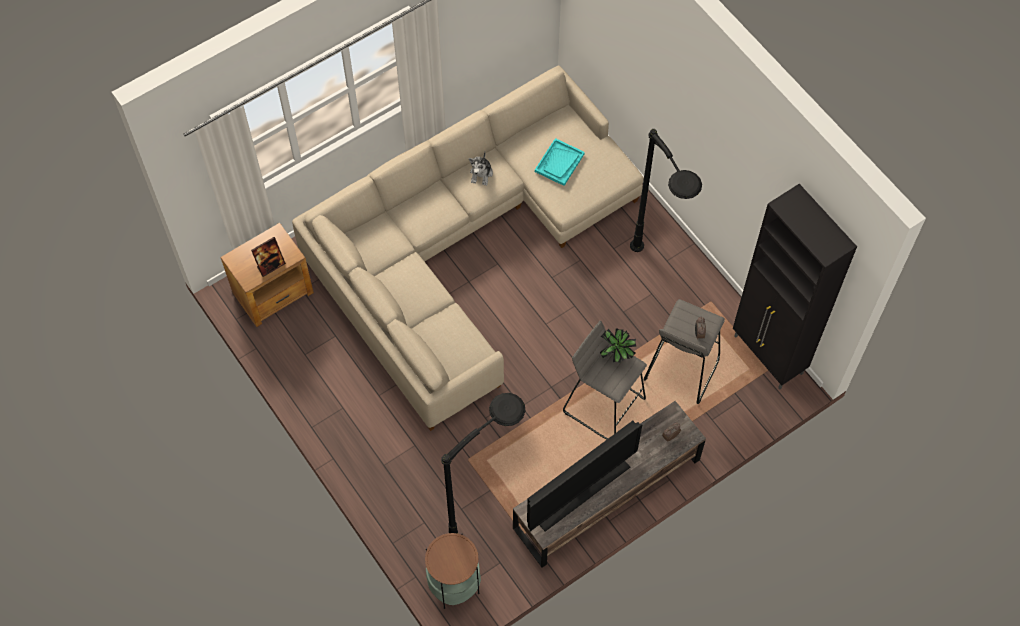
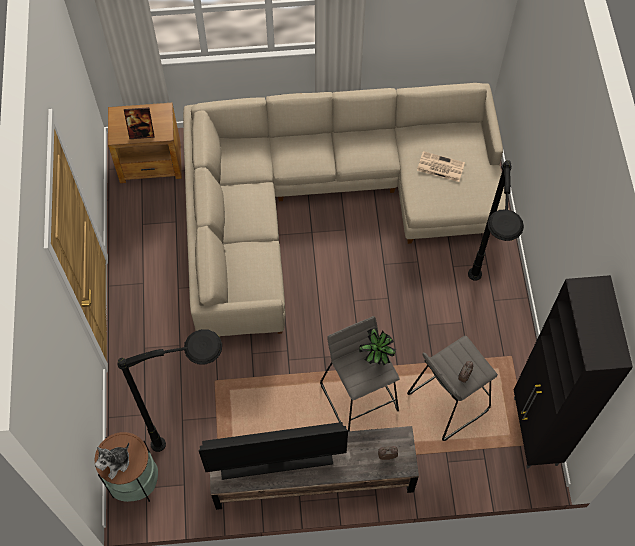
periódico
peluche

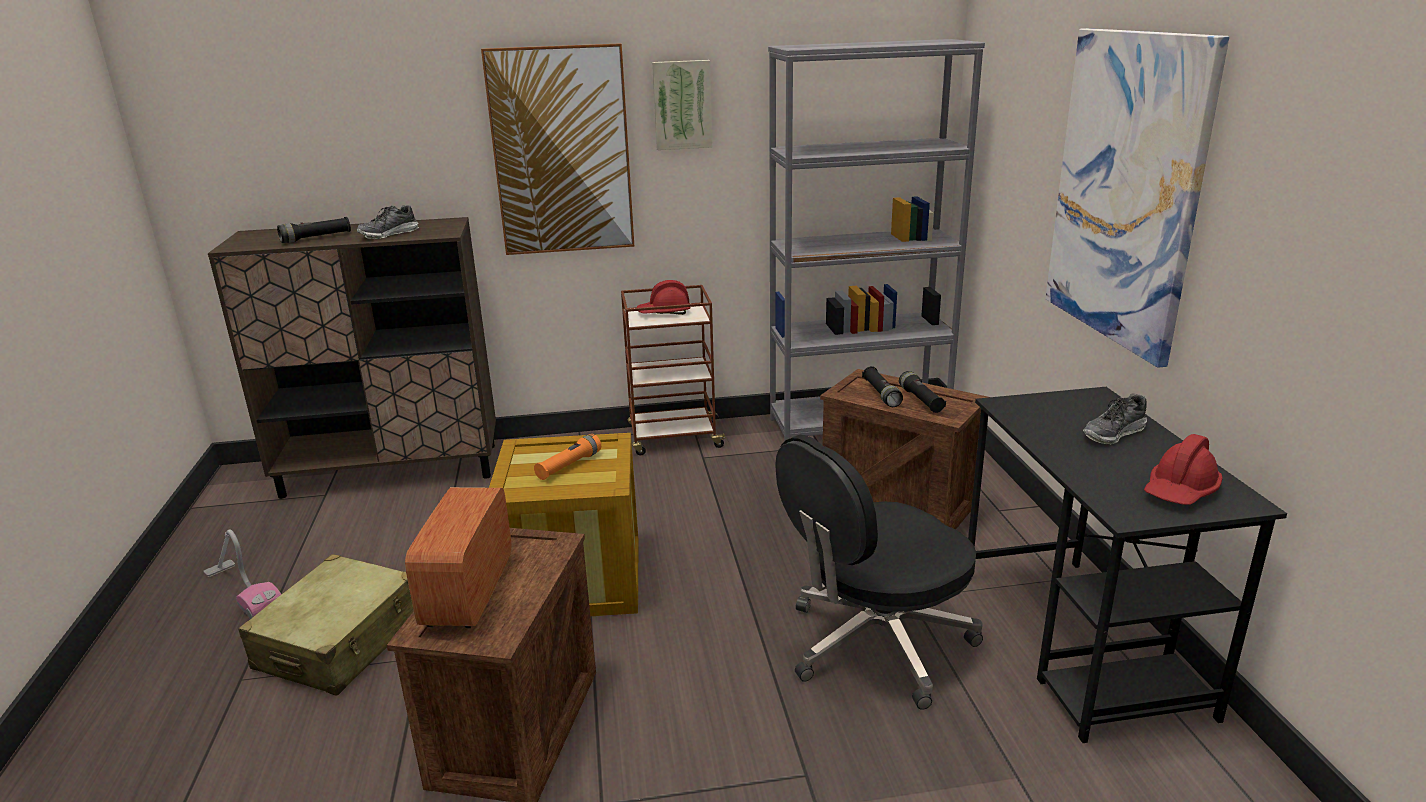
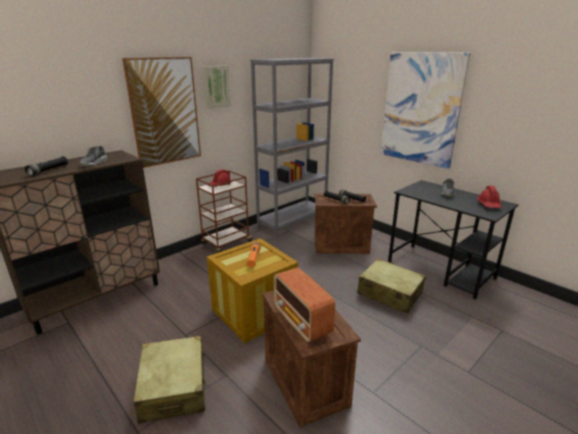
maleta [beis] (no. 2 from left)
aspiradora

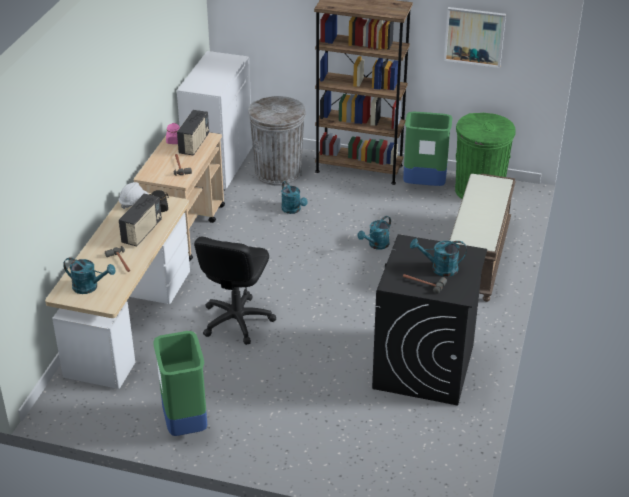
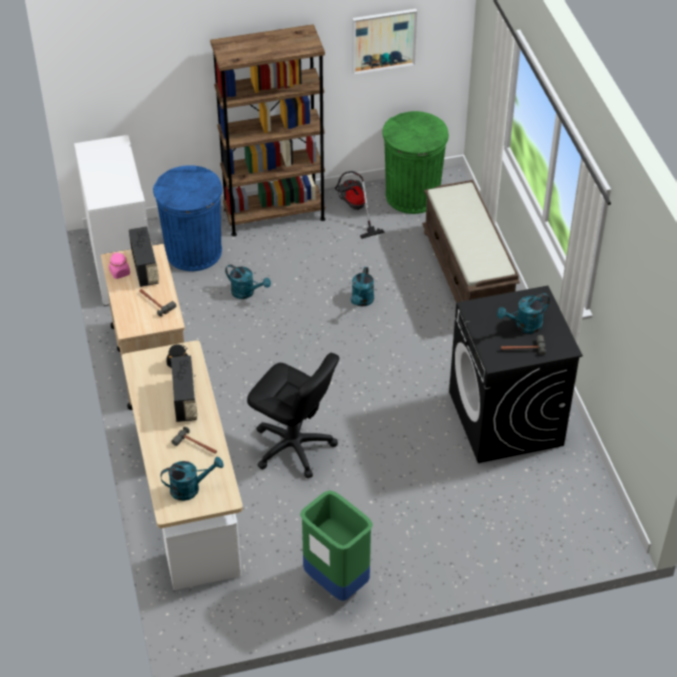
papelera [azul]
aspiradora
casco [blanco]
silla de oficina [negro]

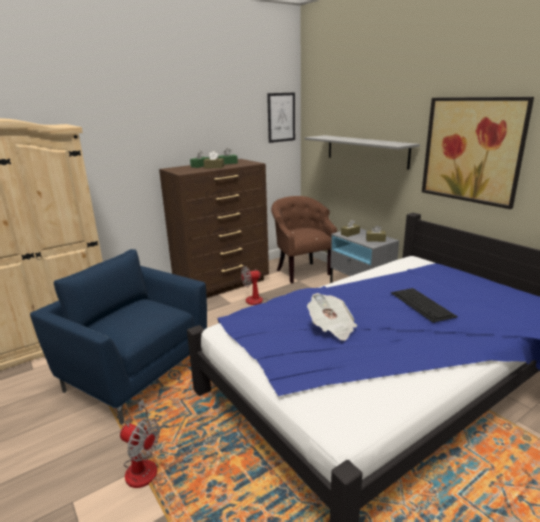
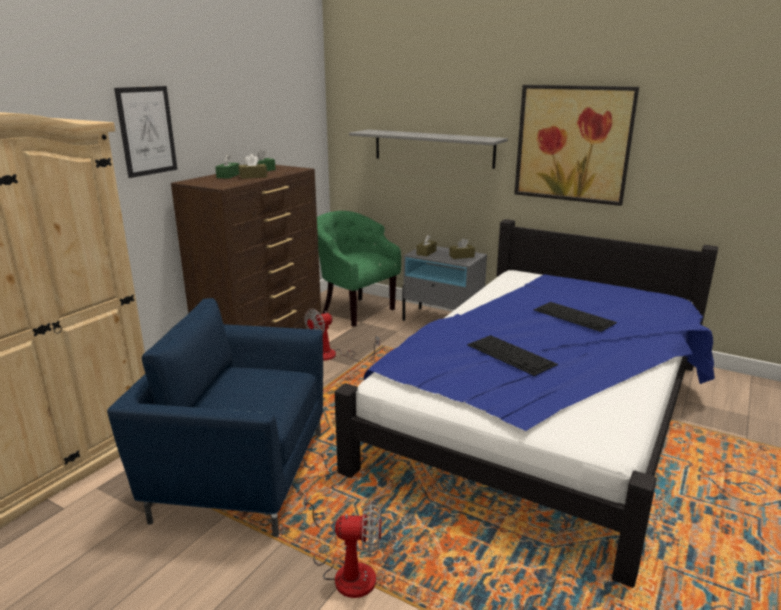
cuadro (no. 1 from left)
sillón [verde]
teclado (no. 1 from left)

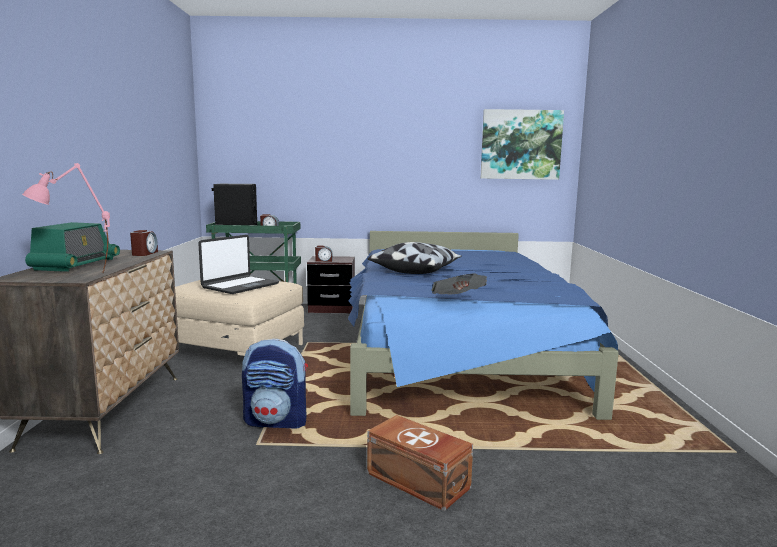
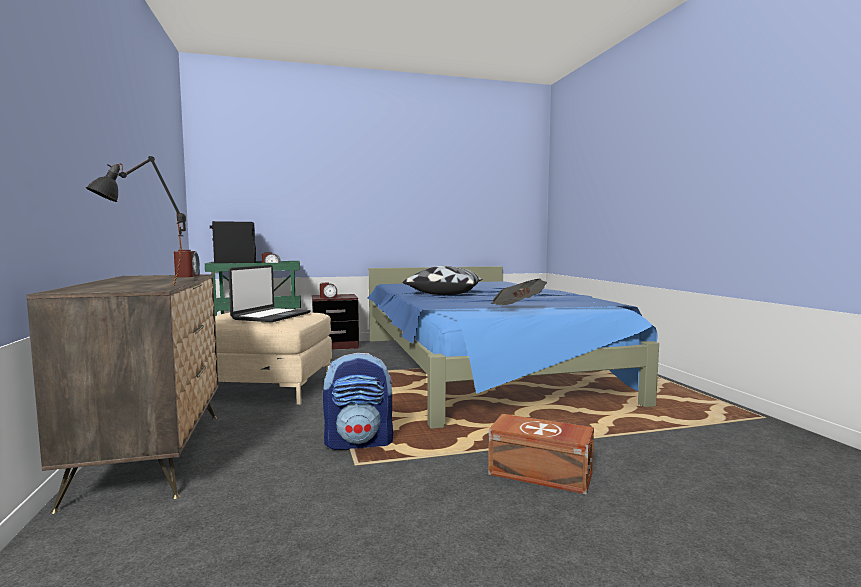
cuadro
lámpara de mesa [negro]
radio

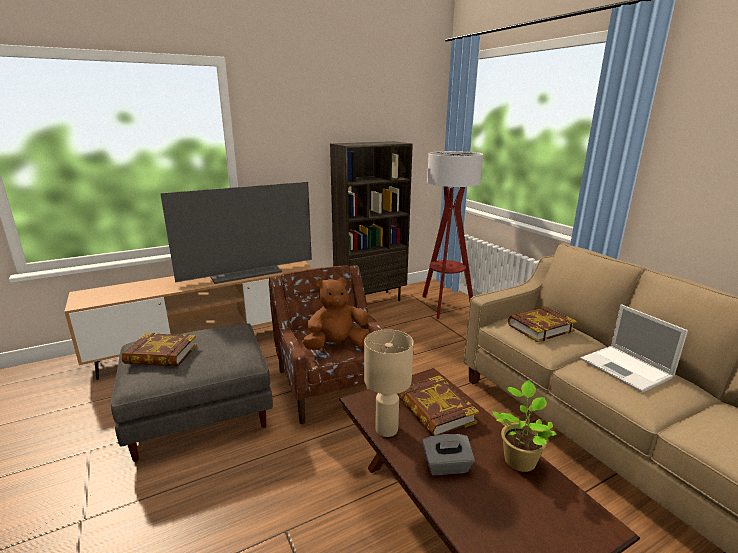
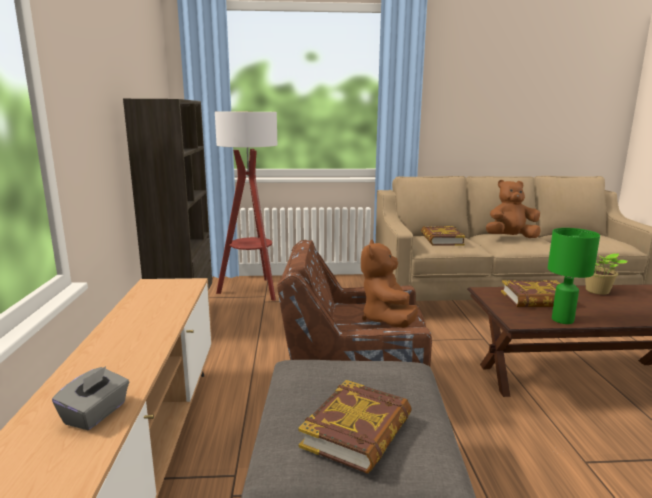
televisor
peluche [marrón] (no. 2 from left)
lámpara de mesa [verde]
caja de pañuelos [gris]

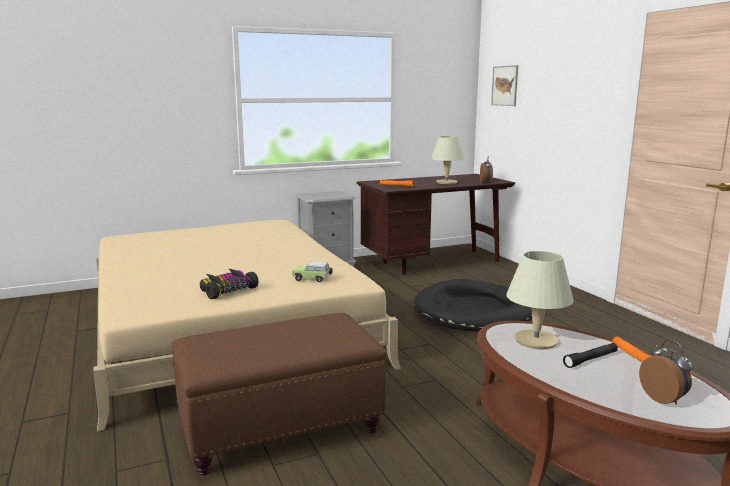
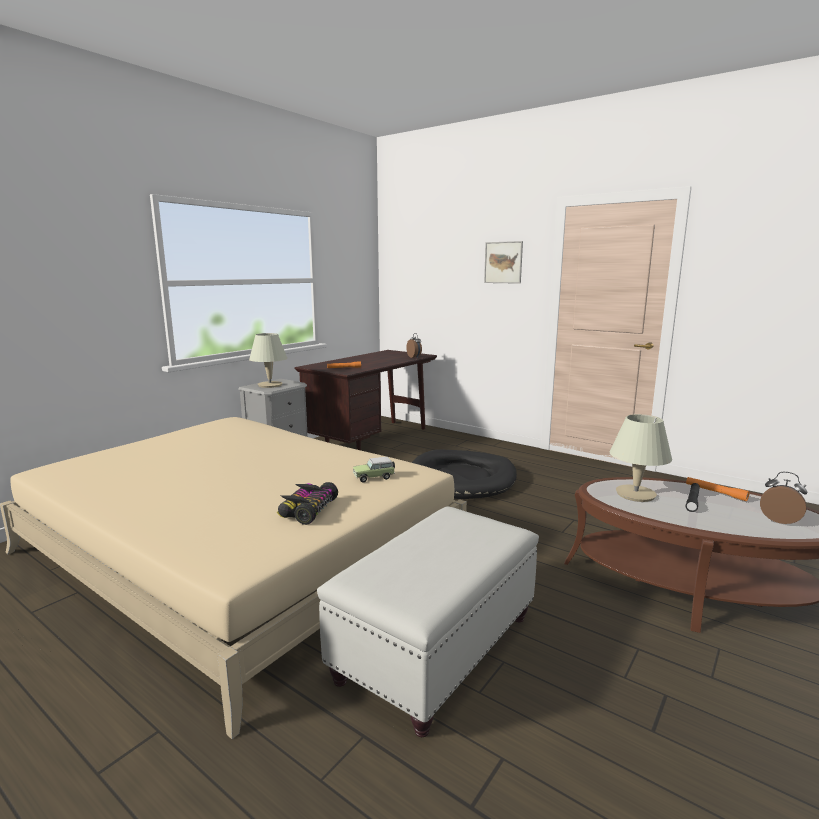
cuadro
lámpara de mesa [beis] (no. 1 from left)
puf [blanco]

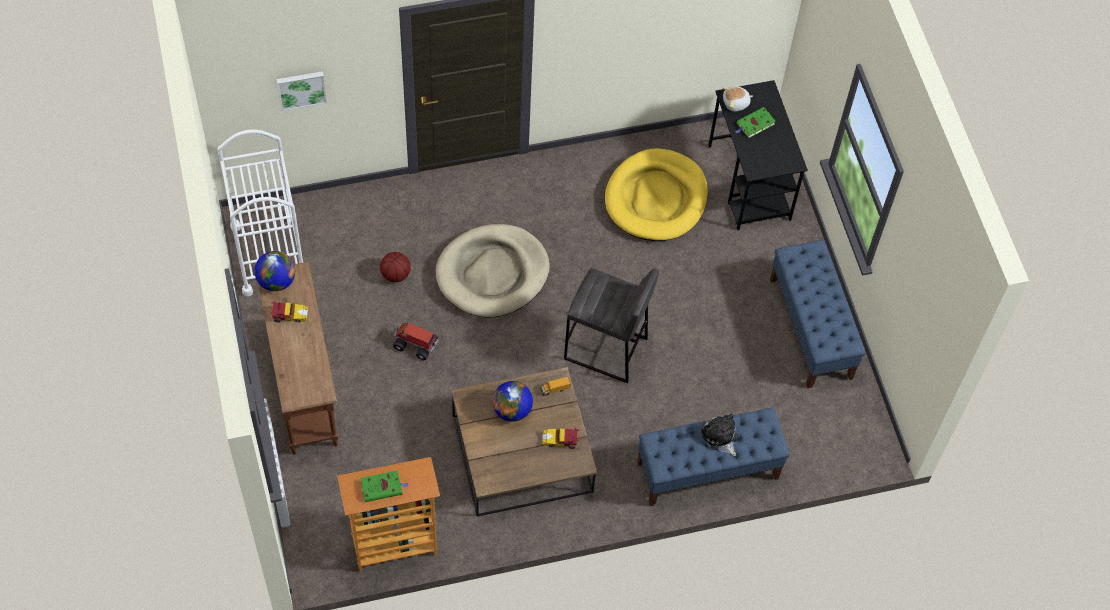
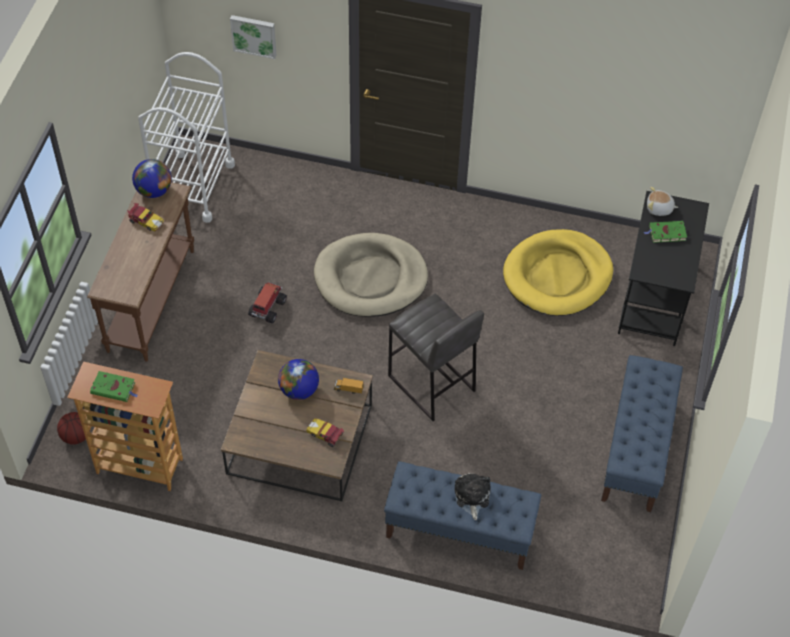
balón de baloncesto
camión de juguete (no. 1 from left)

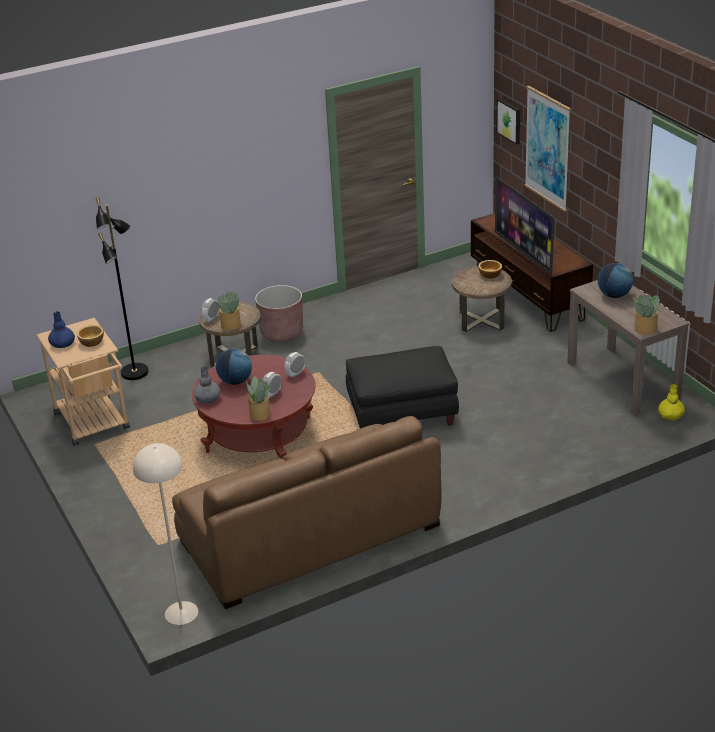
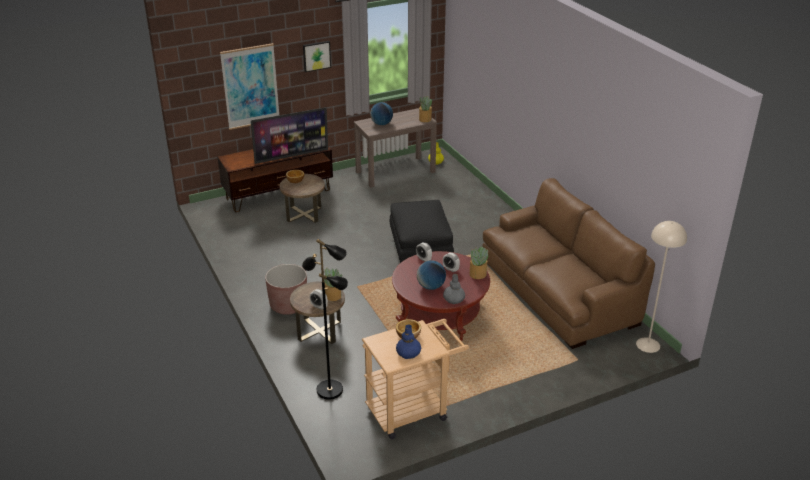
cuadro (no. 2 from left)

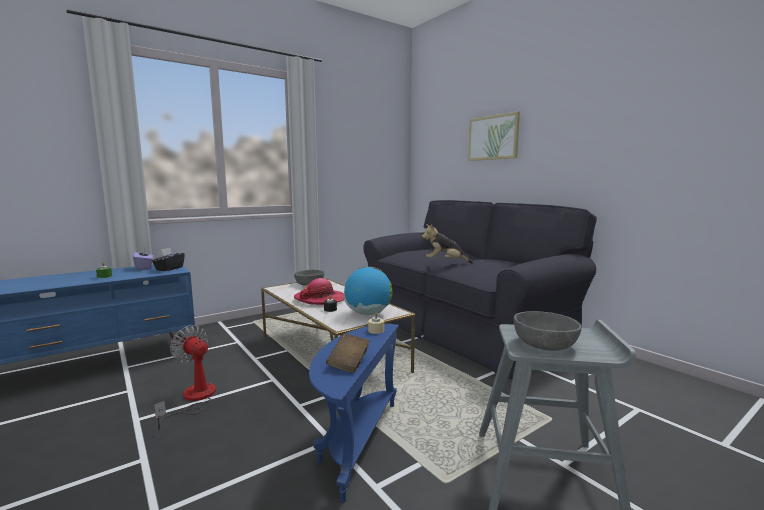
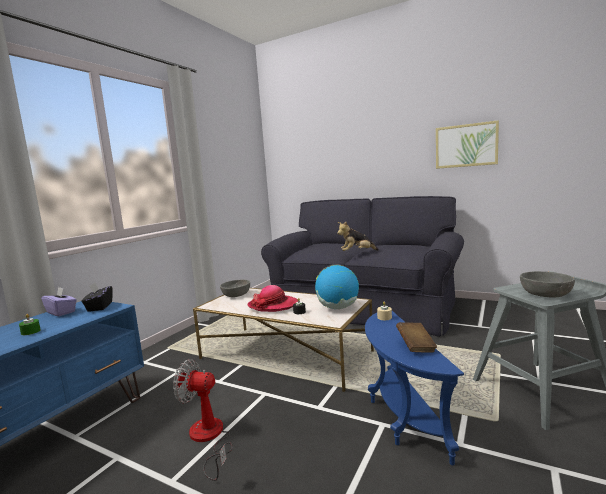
cuadro

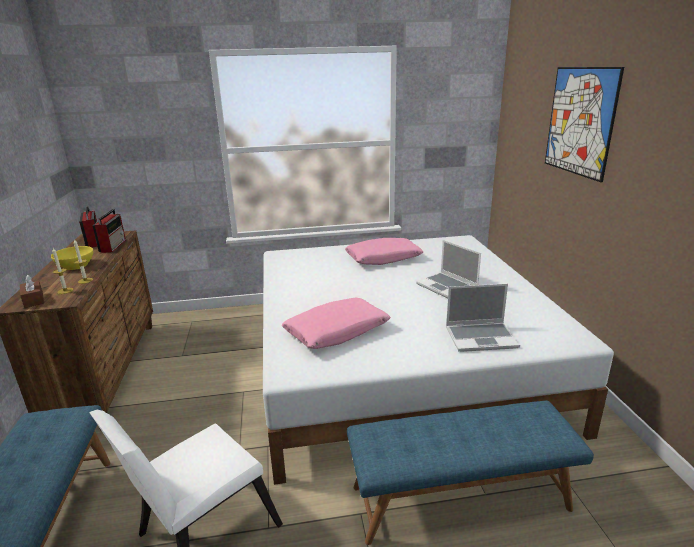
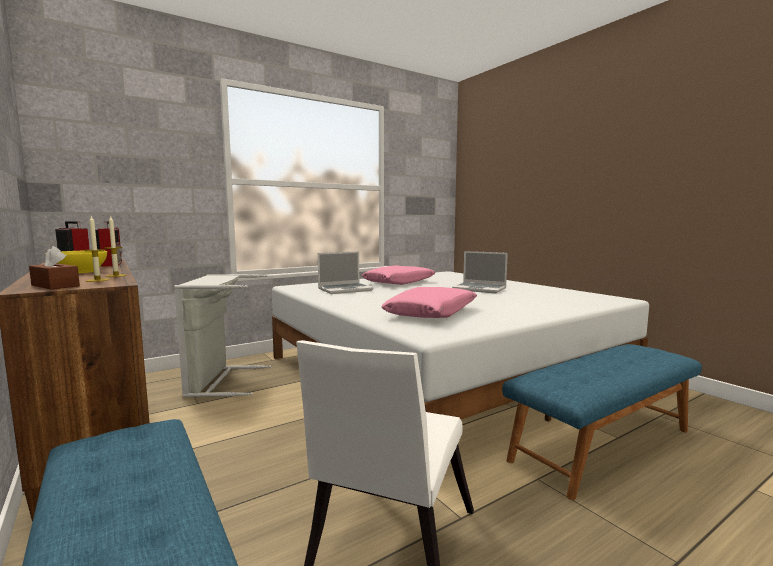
cuadro
portátil (no. 1 from left)
cesto de la ropa [gris]

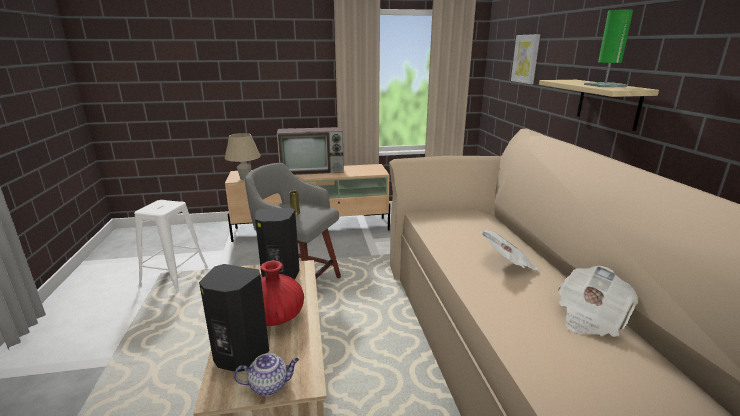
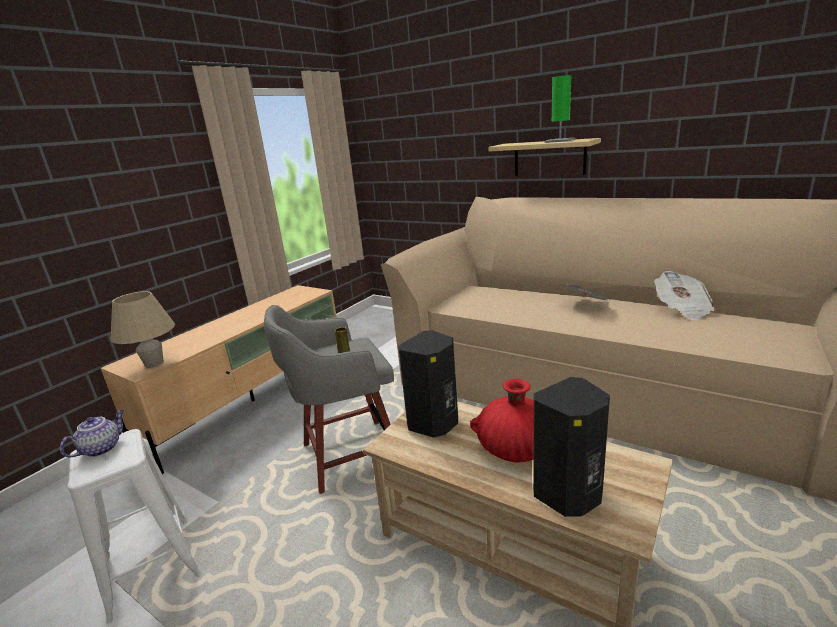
cuadro
televisor
tetera

